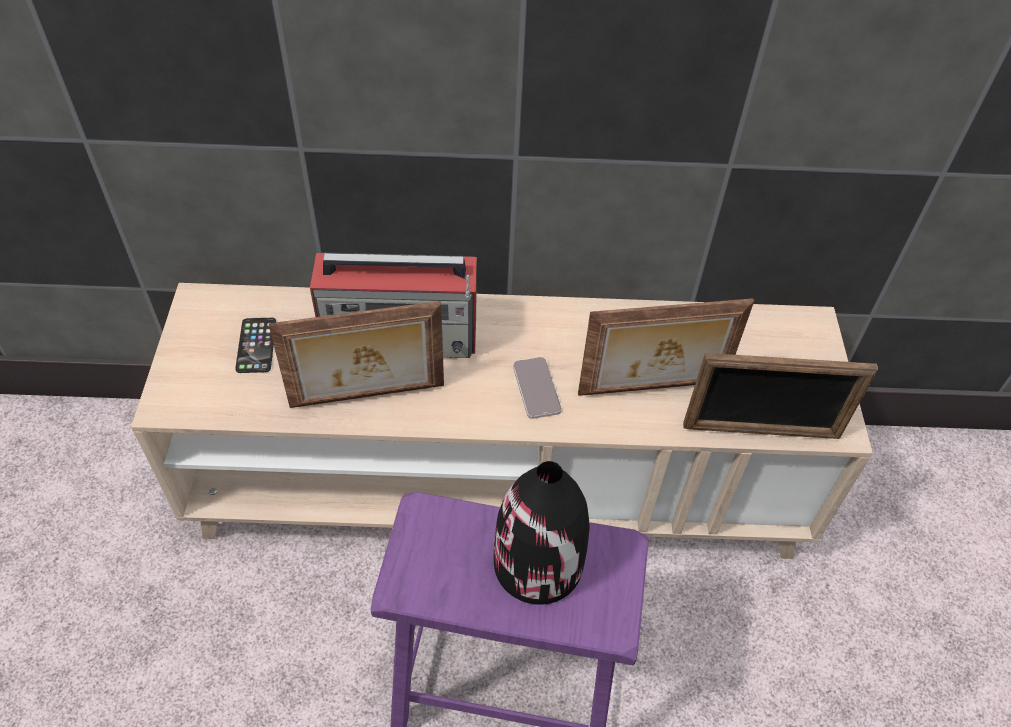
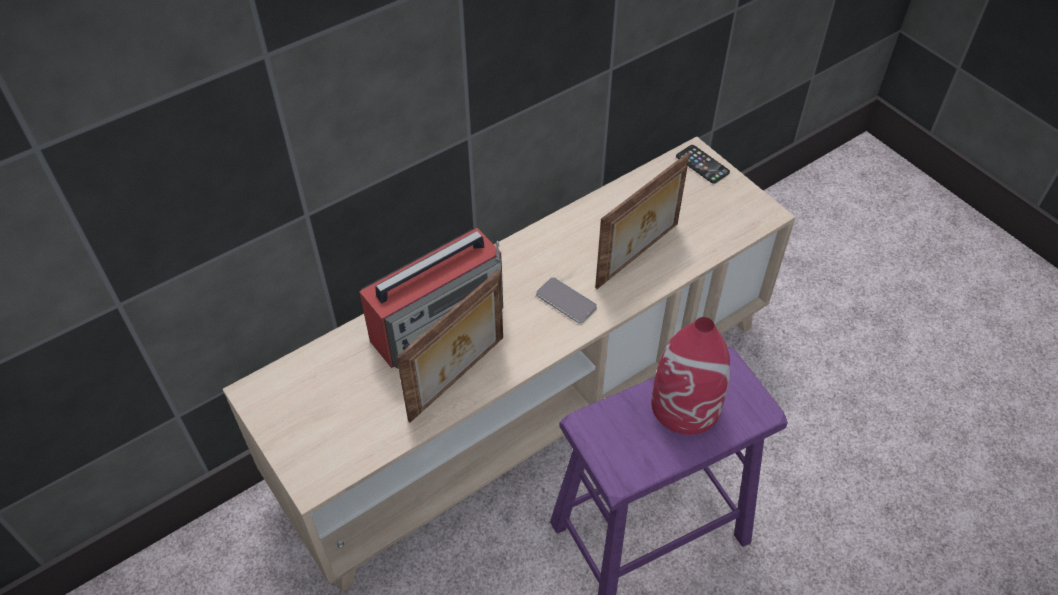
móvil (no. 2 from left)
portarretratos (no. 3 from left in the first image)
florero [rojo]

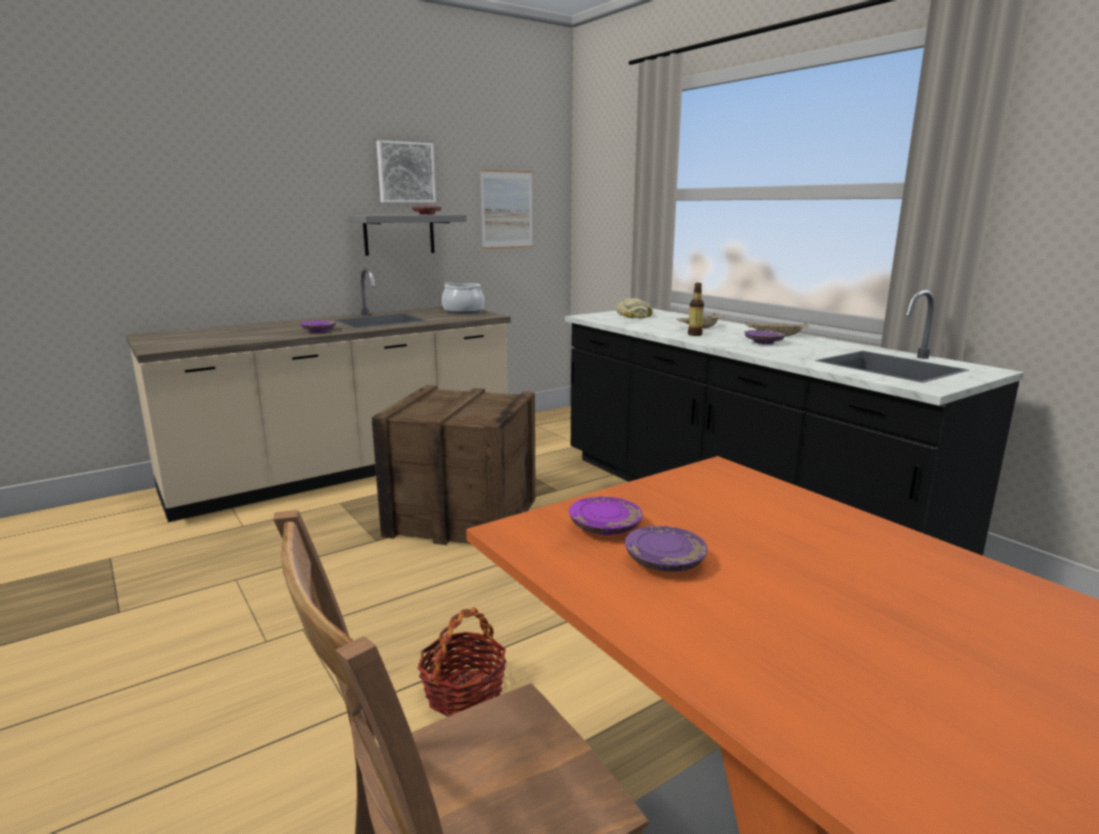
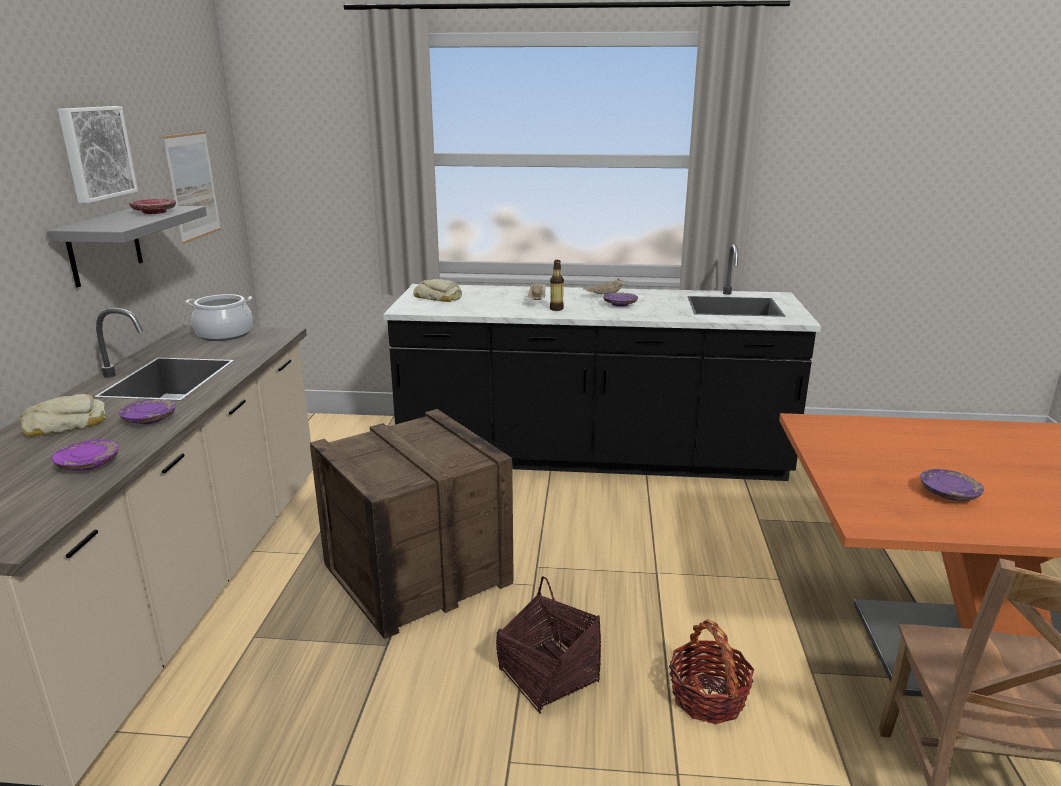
plato [morado] (no. 1 from left)
pan (no. 1 from left)
cesta (no. 1 from left)

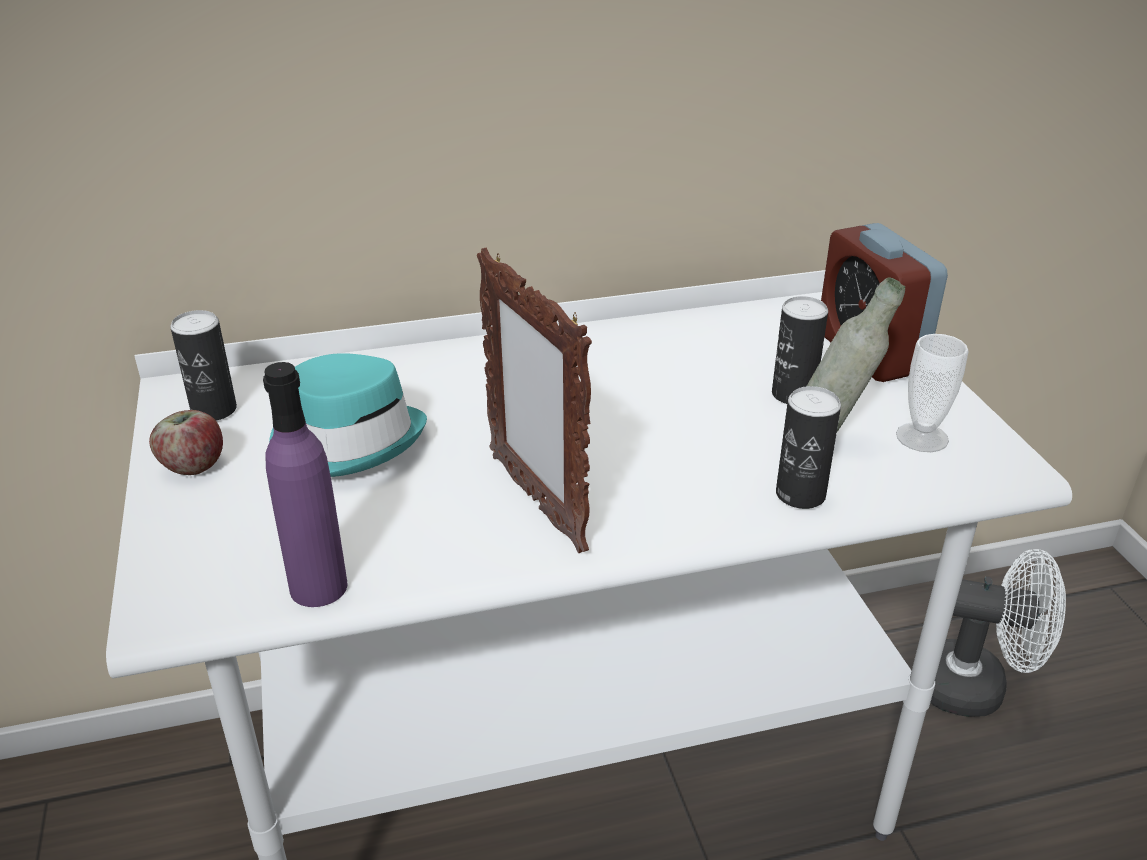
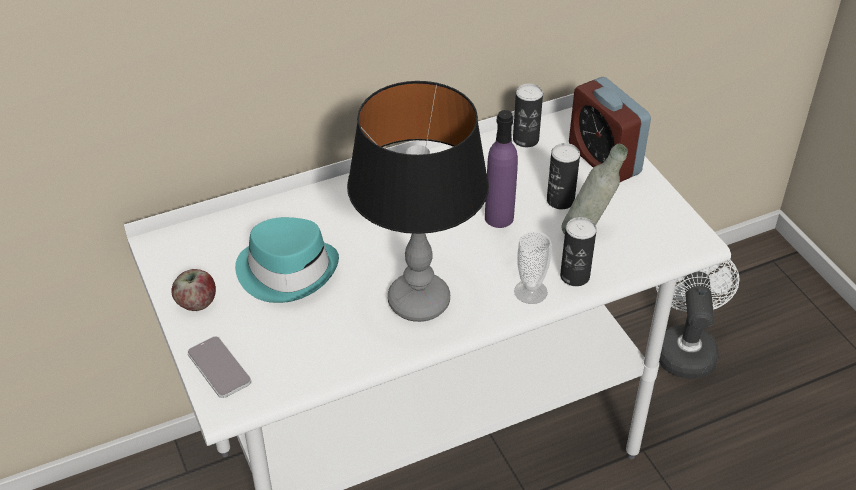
lámpara de mesa
lata (no. 1 from left)
taza
botella [morado]
ventilador [blanco]
móvil

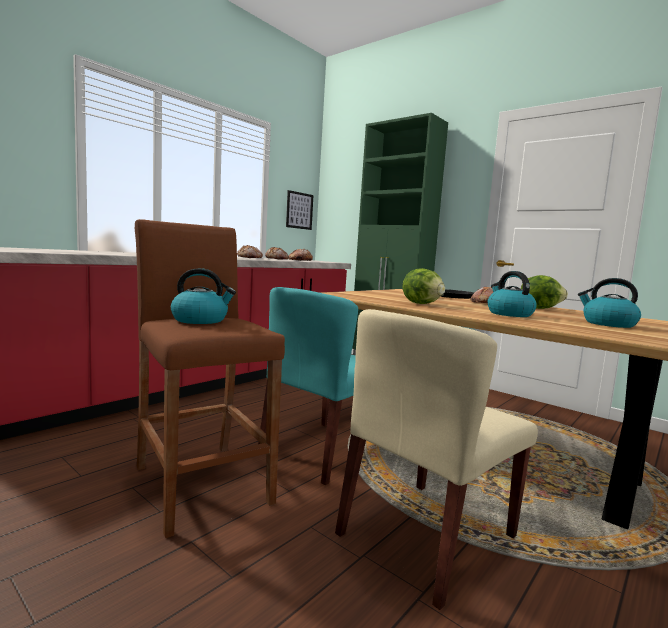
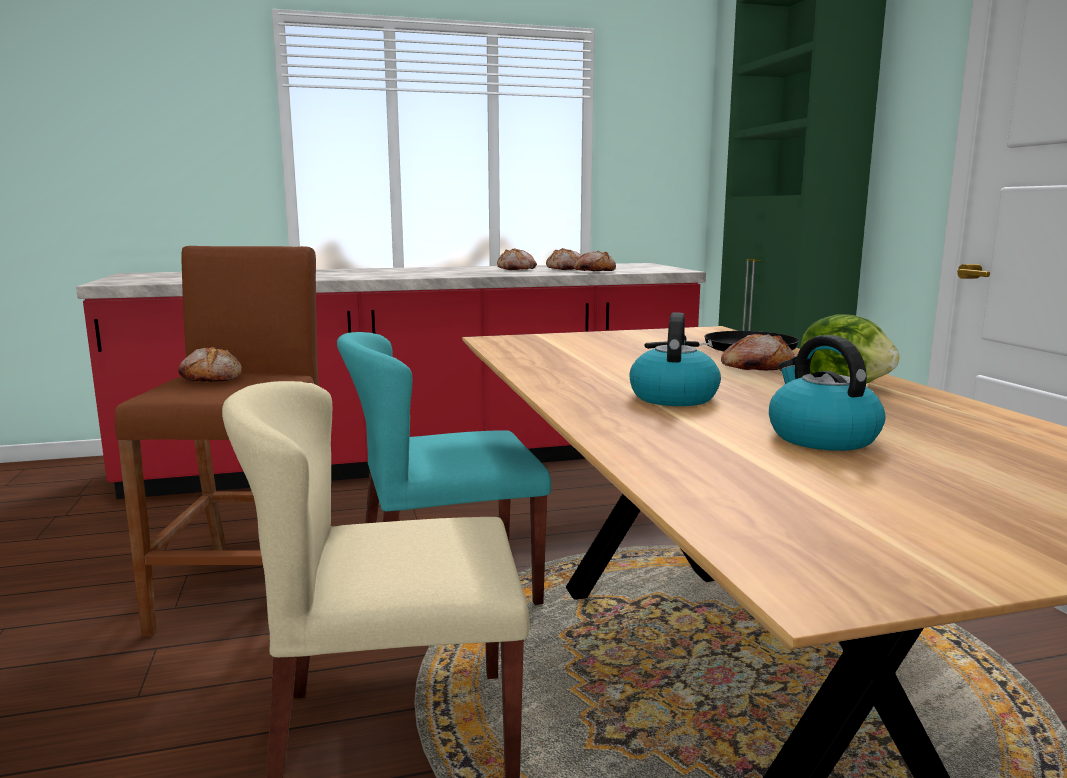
cuadro
pan (no. 1 from left)
lechuga (no. 1 from left in the first image)

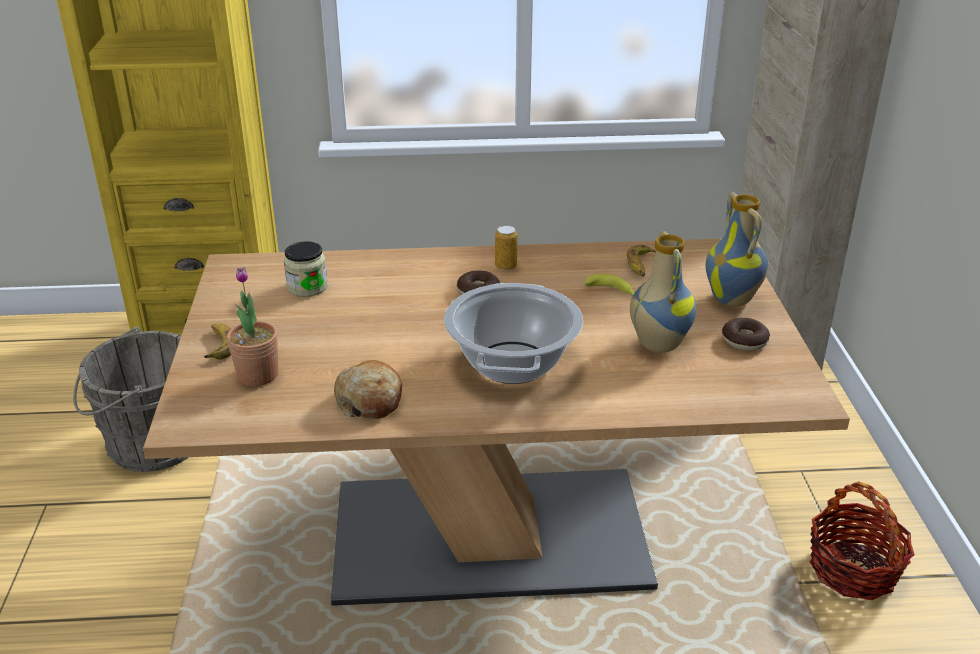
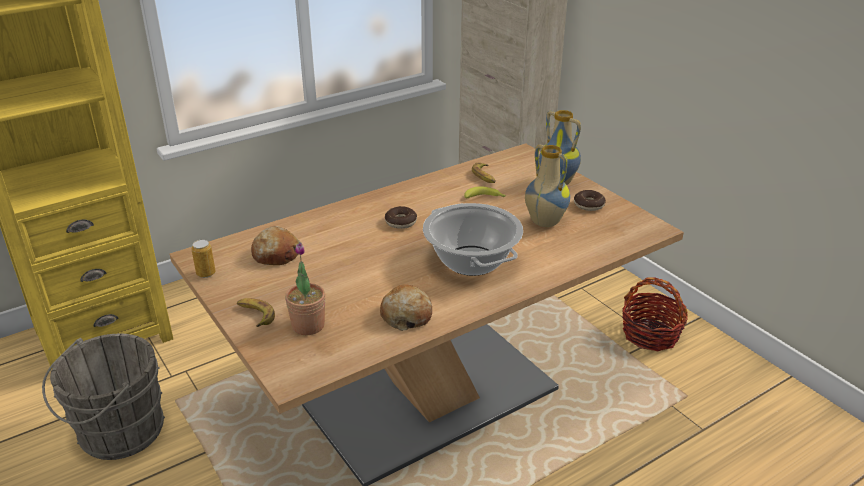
lata
pan (no. 1 from left)

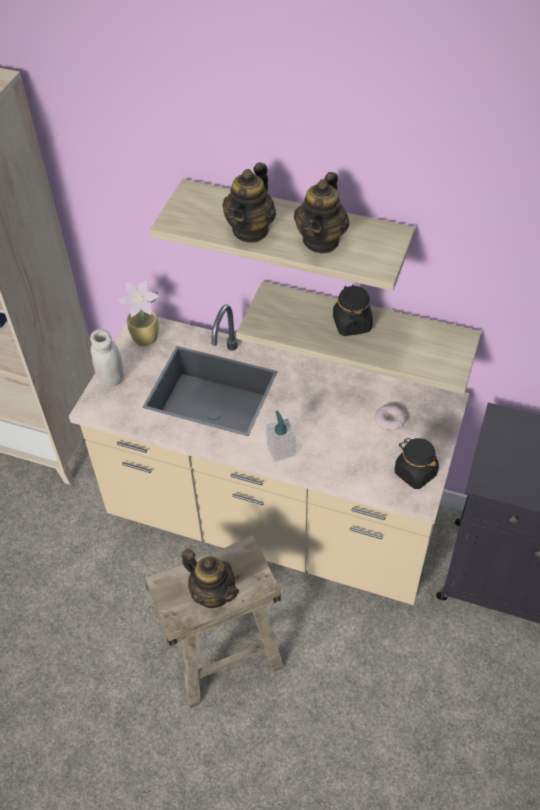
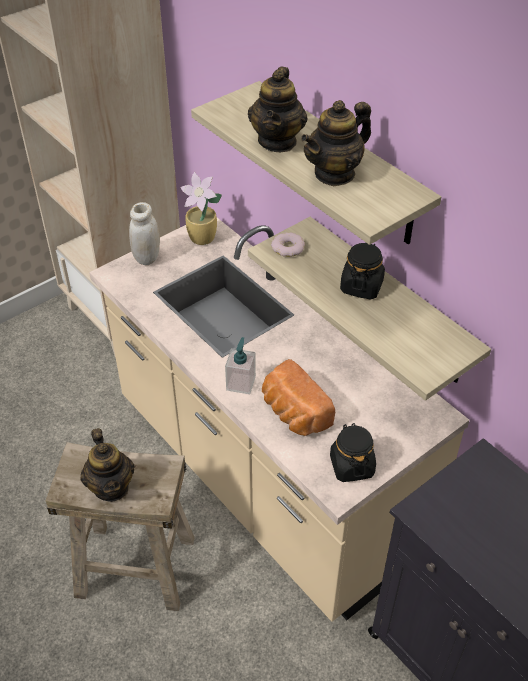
tetera (no. 2 from left)
rosquilla
pan

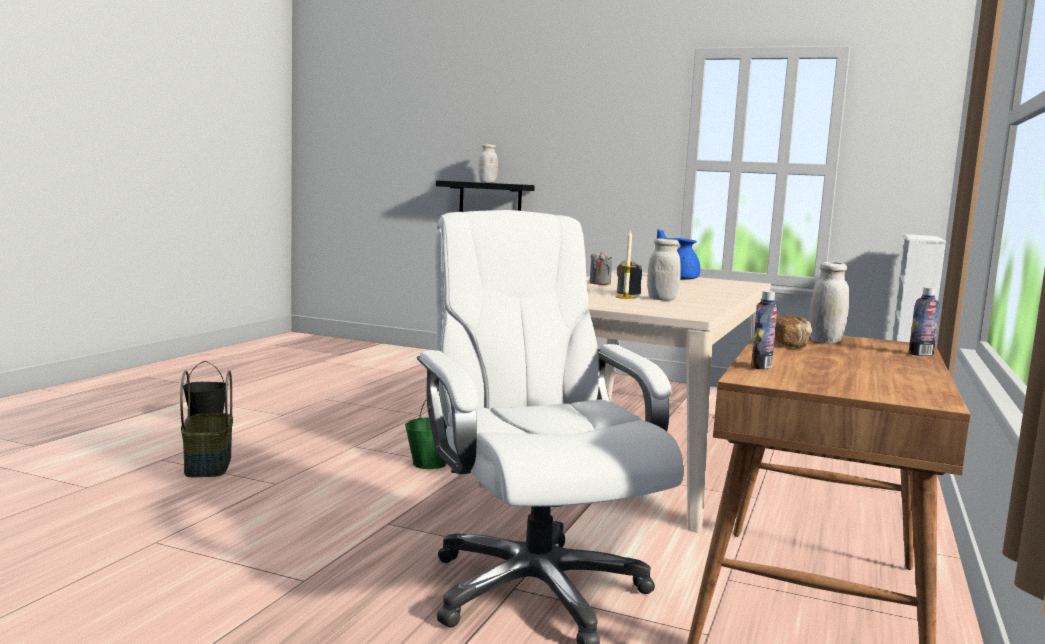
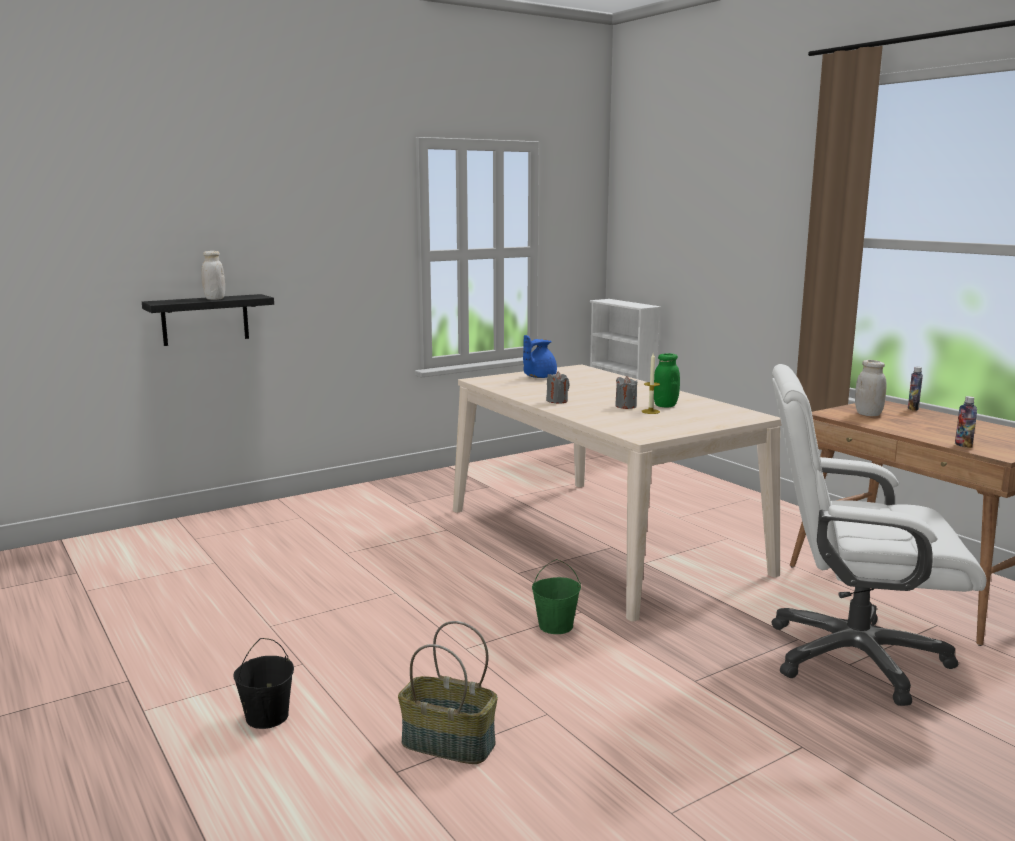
tarro [verde]
pan

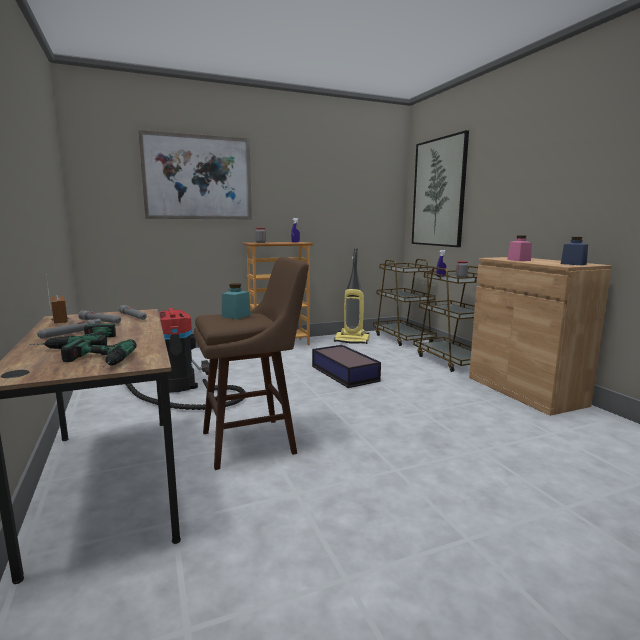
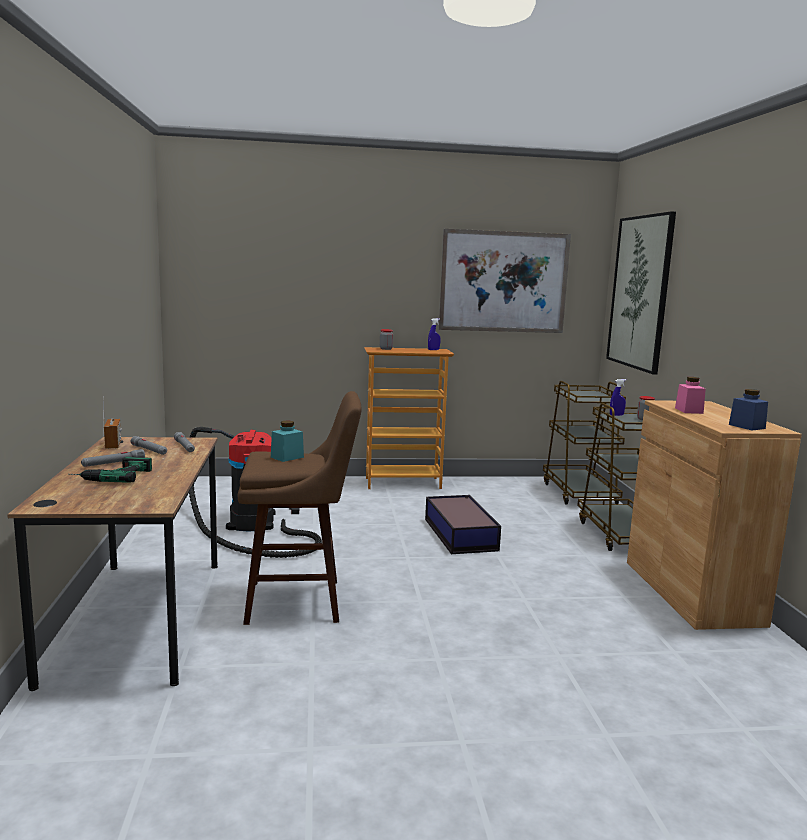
cuadro (no. 1 from left)
aspiradora (no. 2 from left in the first image)
taladro (no. 2 from left in the first image)

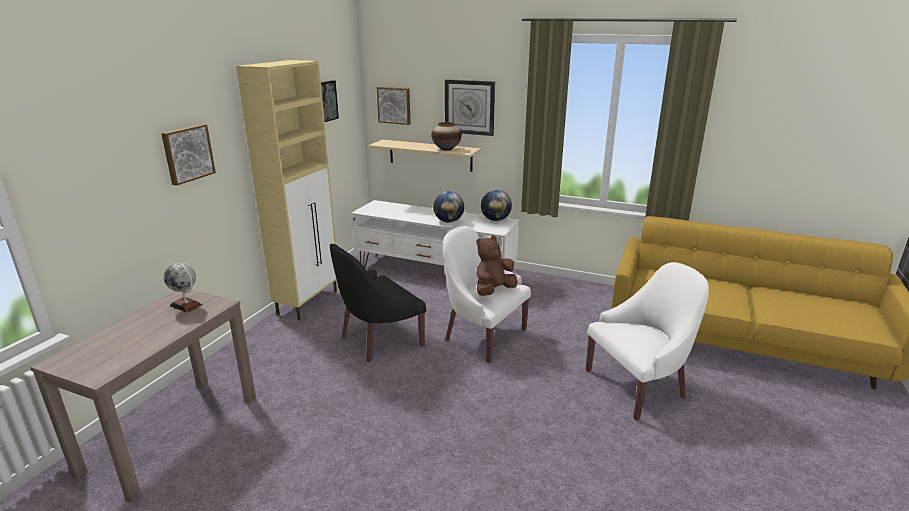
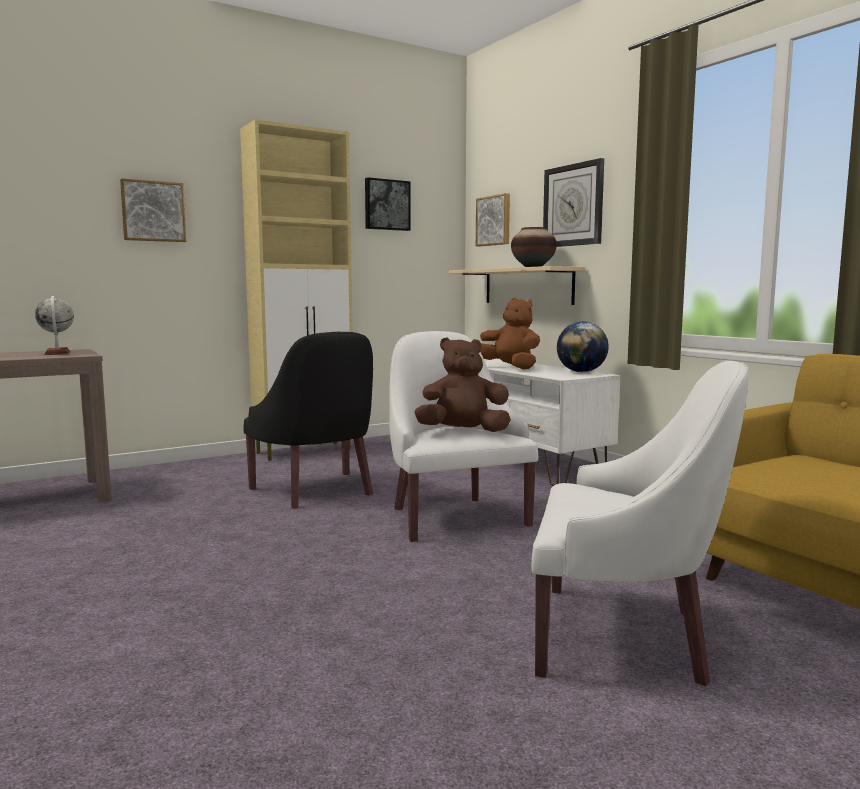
peluche [marrón] (no. 2 from left)
sillón [negro]

